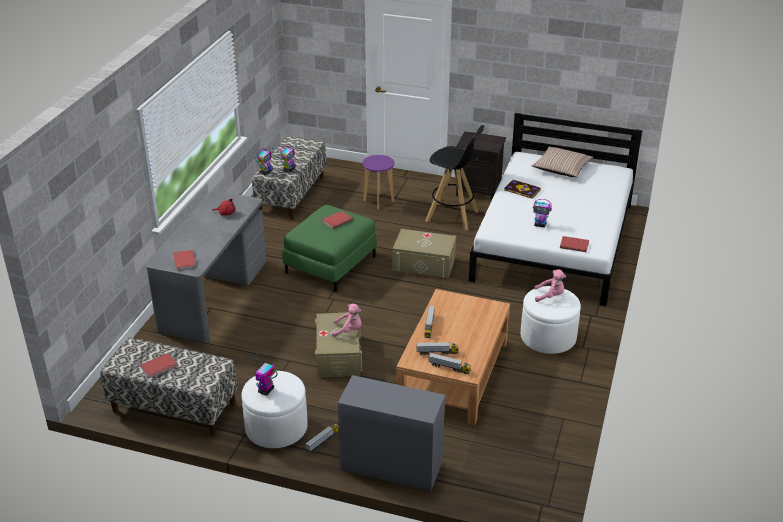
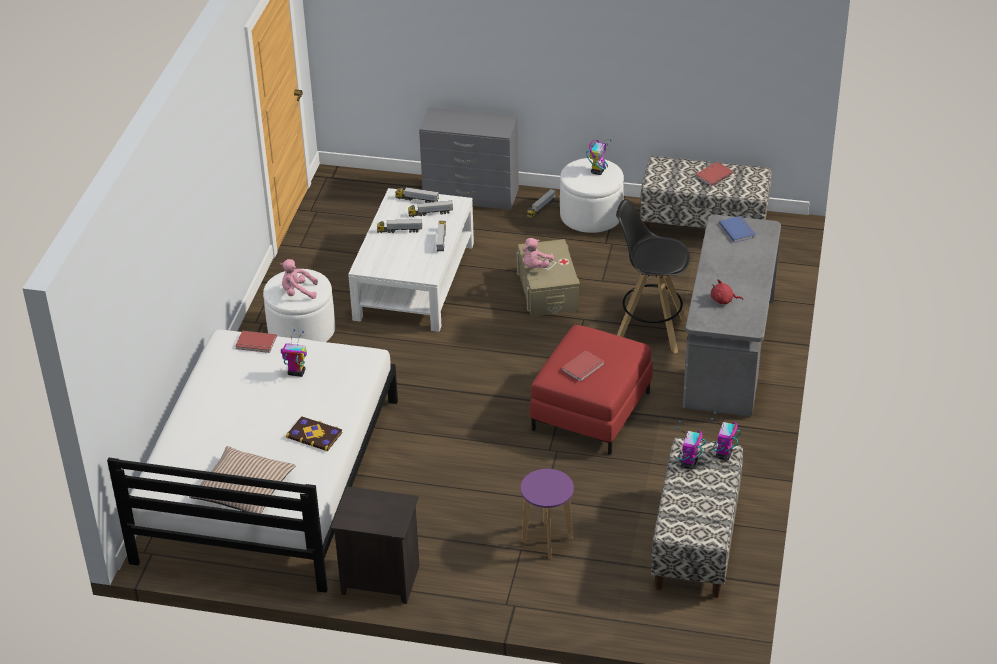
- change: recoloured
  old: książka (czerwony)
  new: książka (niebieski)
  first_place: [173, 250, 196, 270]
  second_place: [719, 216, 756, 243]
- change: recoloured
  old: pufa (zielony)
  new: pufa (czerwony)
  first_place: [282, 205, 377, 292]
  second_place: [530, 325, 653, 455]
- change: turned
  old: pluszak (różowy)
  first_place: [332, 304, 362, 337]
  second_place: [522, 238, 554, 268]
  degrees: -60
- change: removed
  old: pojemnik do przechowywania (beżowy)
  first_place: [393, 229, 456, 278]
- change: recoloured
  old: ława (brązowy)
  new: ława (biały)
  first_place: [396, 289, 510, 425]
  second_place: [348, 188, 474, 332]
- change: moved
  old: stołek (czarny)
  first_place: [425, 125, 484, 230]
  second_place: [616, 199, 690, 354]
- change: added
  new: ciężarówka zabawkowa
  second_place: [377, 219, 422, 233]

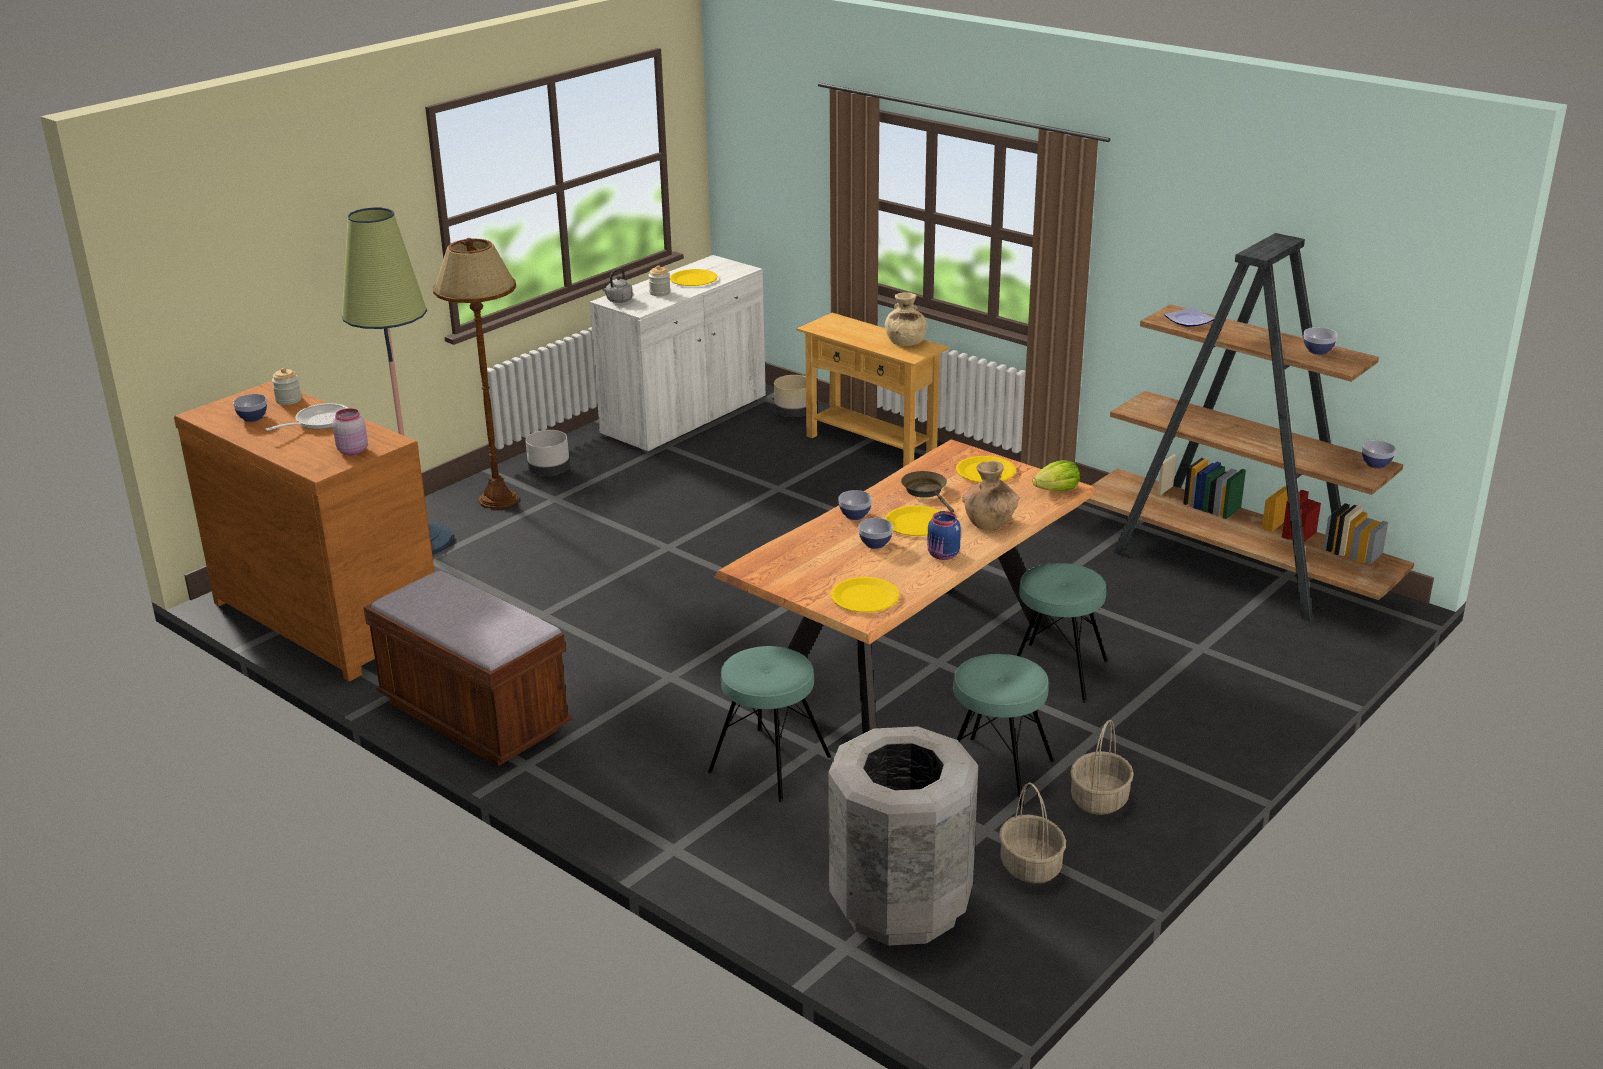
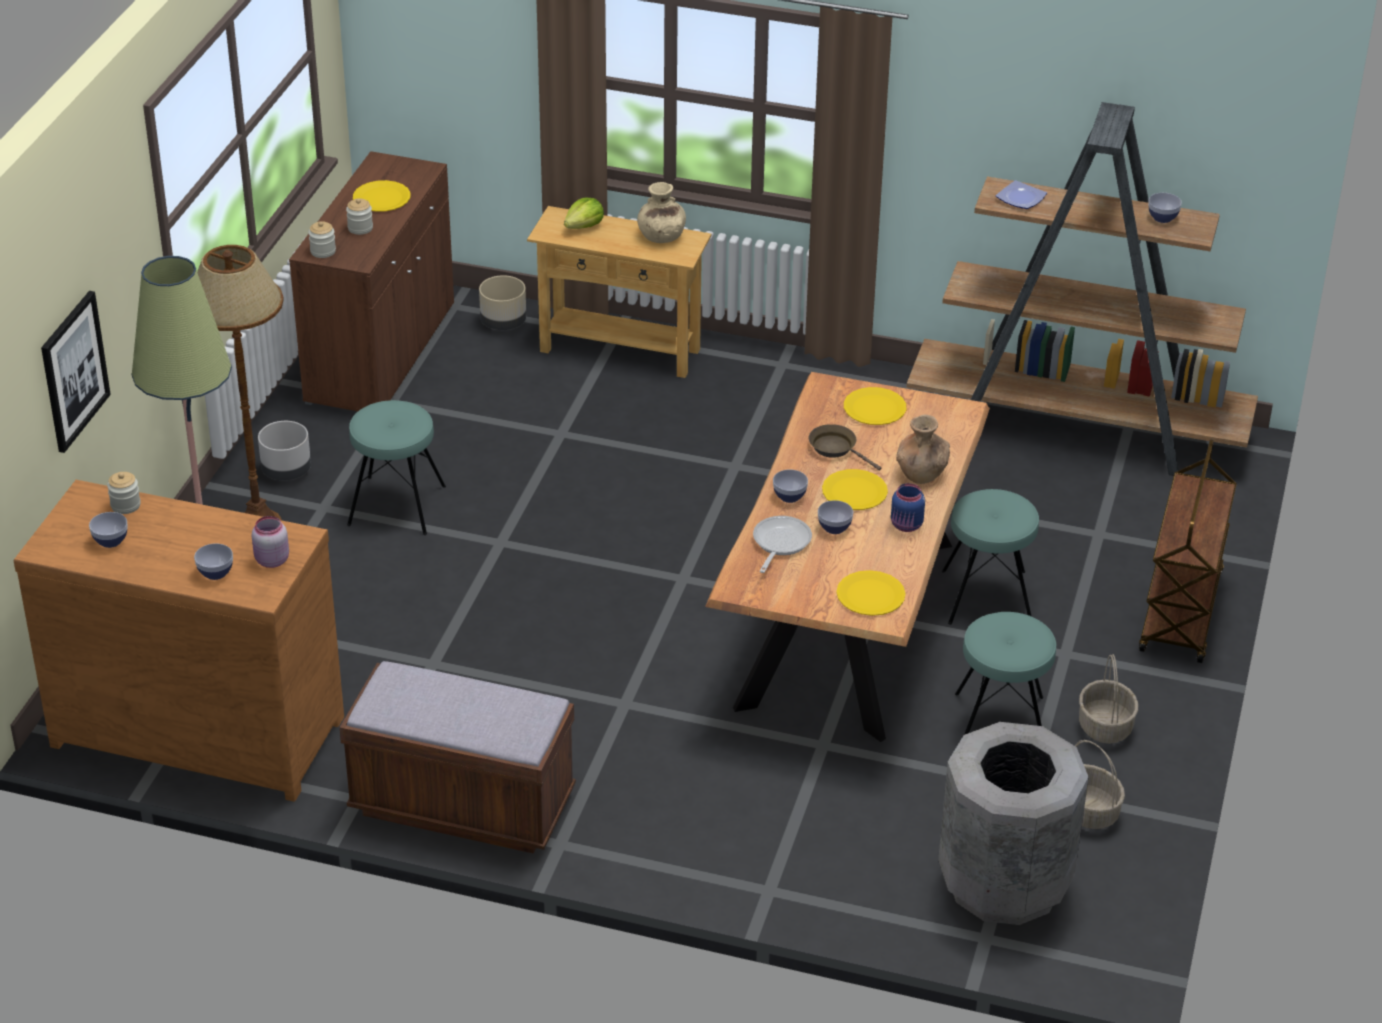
- change: moved
  old: patelnia
  first_place: [265, 403, 348, 431]
  second_place: [753, 516, 812, 573]
- change: recoloured
  old: szafka (biały)
  new: szafka (brązowy)
  first_place: [590, 255, 766, 453]
  second_place: [289, 151, 454, 411]
- change: replaced
  old: czajnik (szary)
  new: słoik
  first_place: [603, 268, 633, 303]
  second_place: [308, 221, 336, 258]
- change: moved
  old: stołek (turkusowy)
  first_place: [708, 646, 831, 802]
  second_place: [347, 400, 446, 535]
- change: moved
  old: sałata
  first_place: [1033, 460, 1080, 491]
  second_place: [564, 197, 604, 229]
- change: moved
  old: miska
  first_place: [1362, 440, 1396, 468]
  second_place: [194, 543, 233, 580]
- change: added
  new: obraz
  second_place: [41, 291, 111, 453]
- change: added
  new: wózek (brązowy)
  second_place: [1139, 439, 1237, 663]

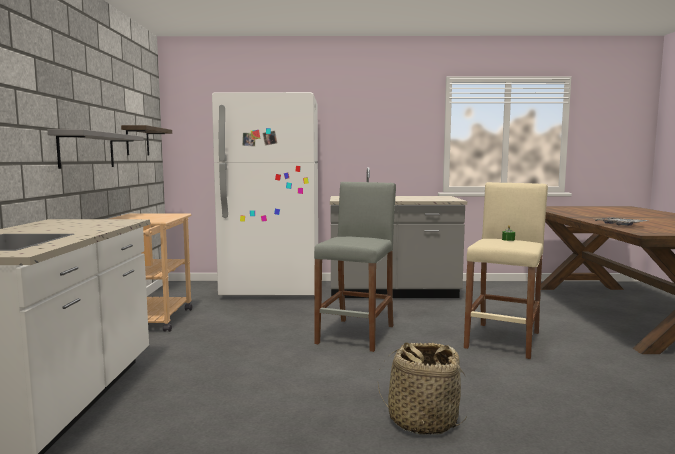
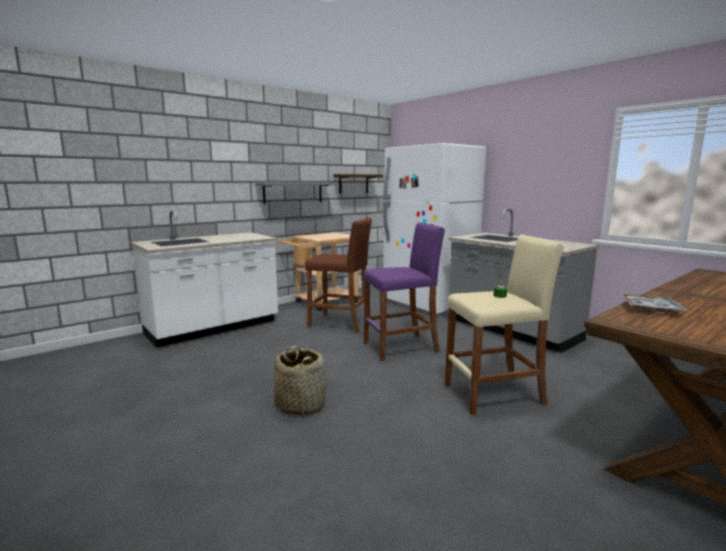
- change: recoloured
  old: stołek (szary)
  new: stołek (fioletowy)
  first_place: [314, 182, 396, 352]
  second_place: [364, 222, 445, 361]
- change: added
  new: stołek (brązowy)
  second_place: [305, 218, 372, 333]

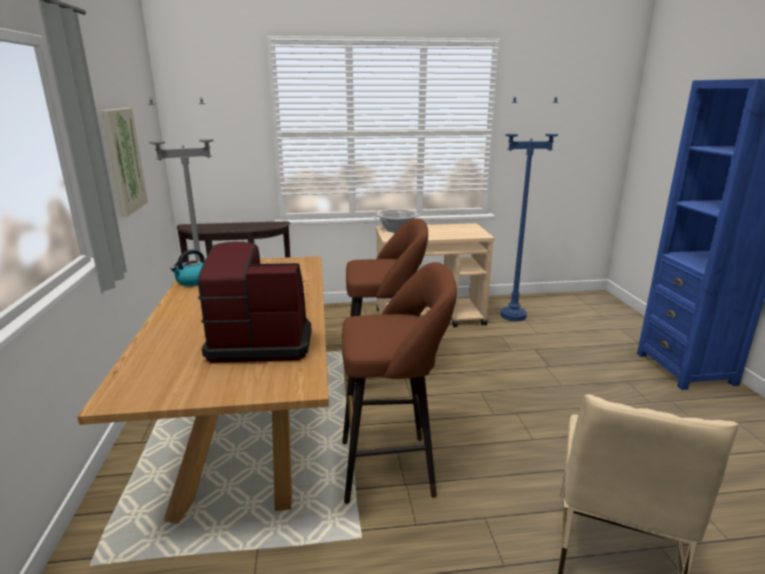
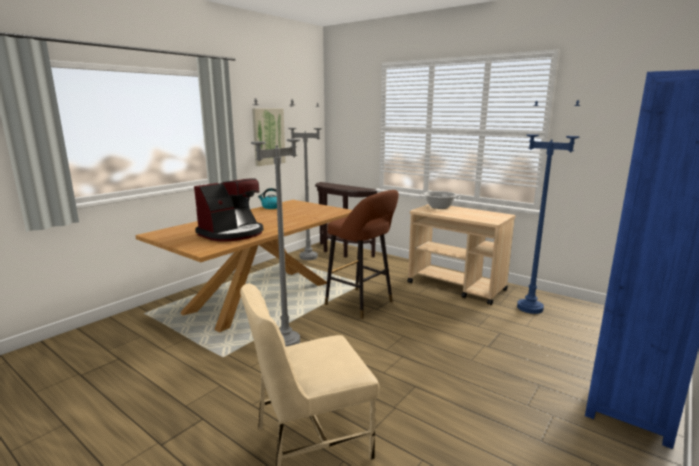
- change: turned
  old: ekspres do kawy
  first_place: [198, 241, 312, 363]
  second_place: [194, 179, 263, 242]
  degrees: 90
- change: replaced
  old: stołek (brązowy)
  new: lampa stojąca (szary)
  first_place: [342, 262, 457, 504]
  second_place: [251, 98, 300, 347]

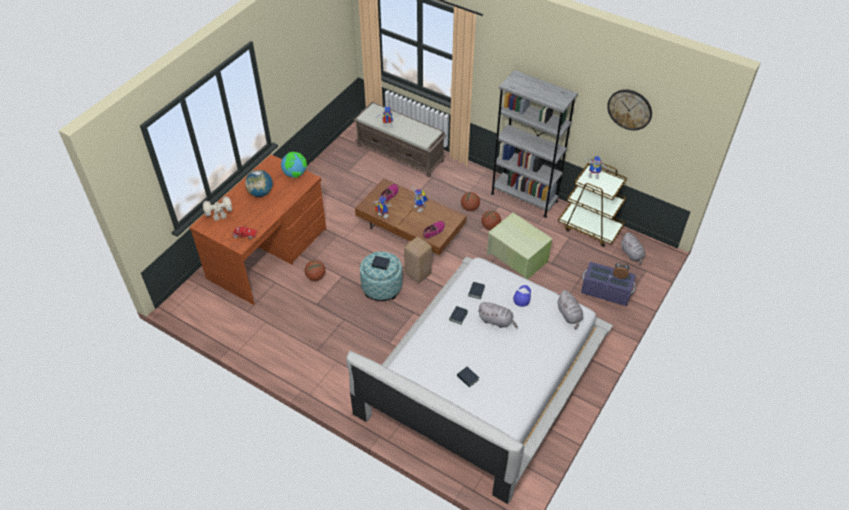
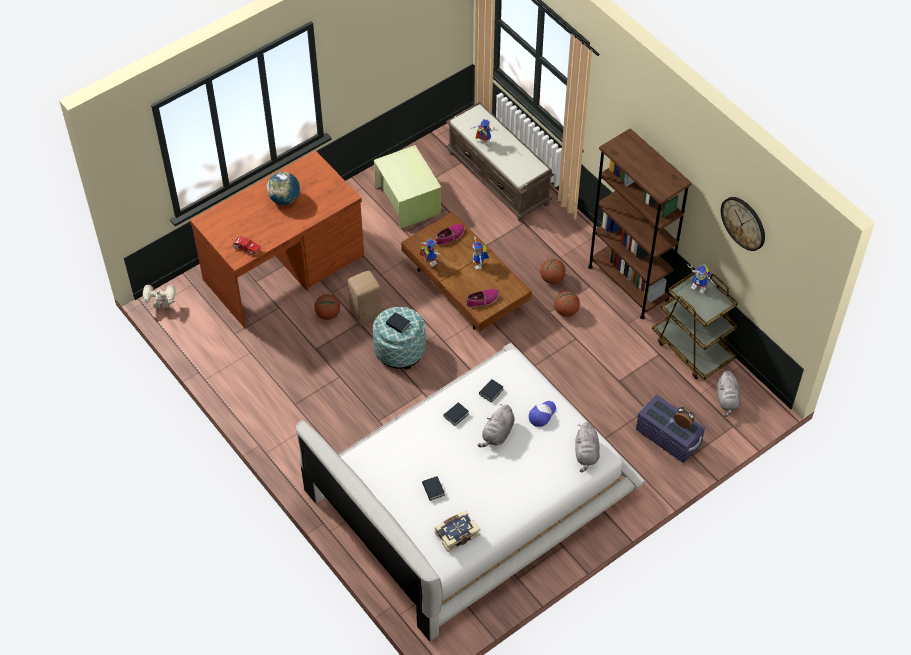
- change: moved
  old: robot zabawkowy
  first_place: [203, 196, 233, 221]
  second_place: [142, 285, 176, 308]
- change: removed
  old: globus
  first_place: [281, 152, 307, 178]
- change: moved
  old: stołek (beżowy)
  first_place: [404, 237, 432, 283]
  second_place: [348, 270, 382, 326]
- change: turned
  old: pluszak (szary)
  first_place: [478, 302, 517, 328]
  second_place: [478, 404, 514, 447]
  degrees: 75
- change: moved
  old: pojemnik do przechowywania (zielony)
  first_place: [487, 213, 552, 280]
  second_place: [374, 145, 441, 229]
- change: recoloured
  old: regał (szary)
  new: regał (brązowy)
  first_place: [491, 70, 578, 218]
  second_place: [588, 128, 692, 319]
- change: added
  new: książka
  second_place: [434, 511, 480, 552]

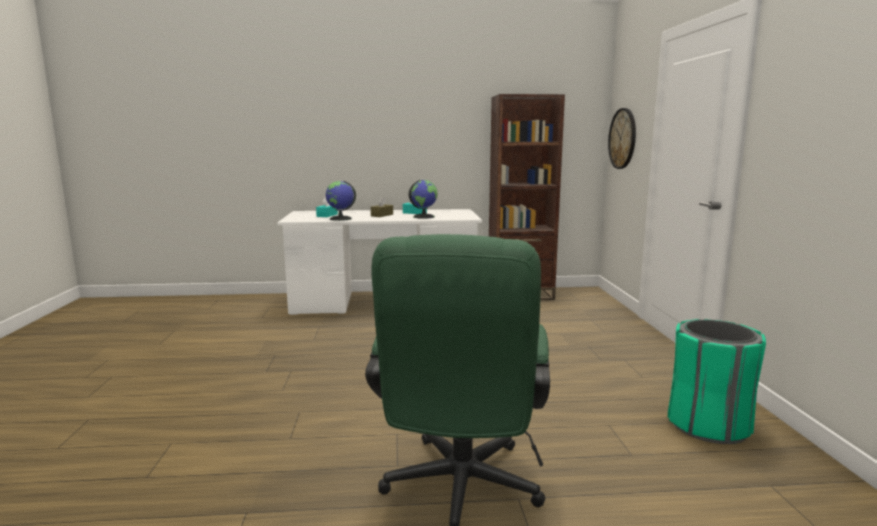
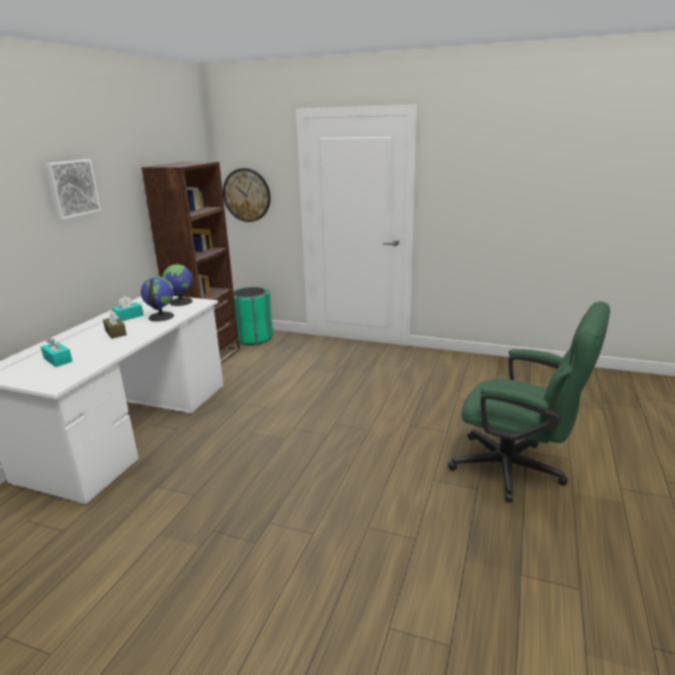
- change: moved
  old: globus
  first_place: [326, 181, 356, 221]
  second_place: [162, 263, 193, 306]
- change: moved
  old: kosz na śmieci (zielony)
  first_place: [668, 319, 766, 444]
  second_place: [234, 287, 273, 345]
- change: added
  new: obraz
  second_place: [44, 159, 101, 220]

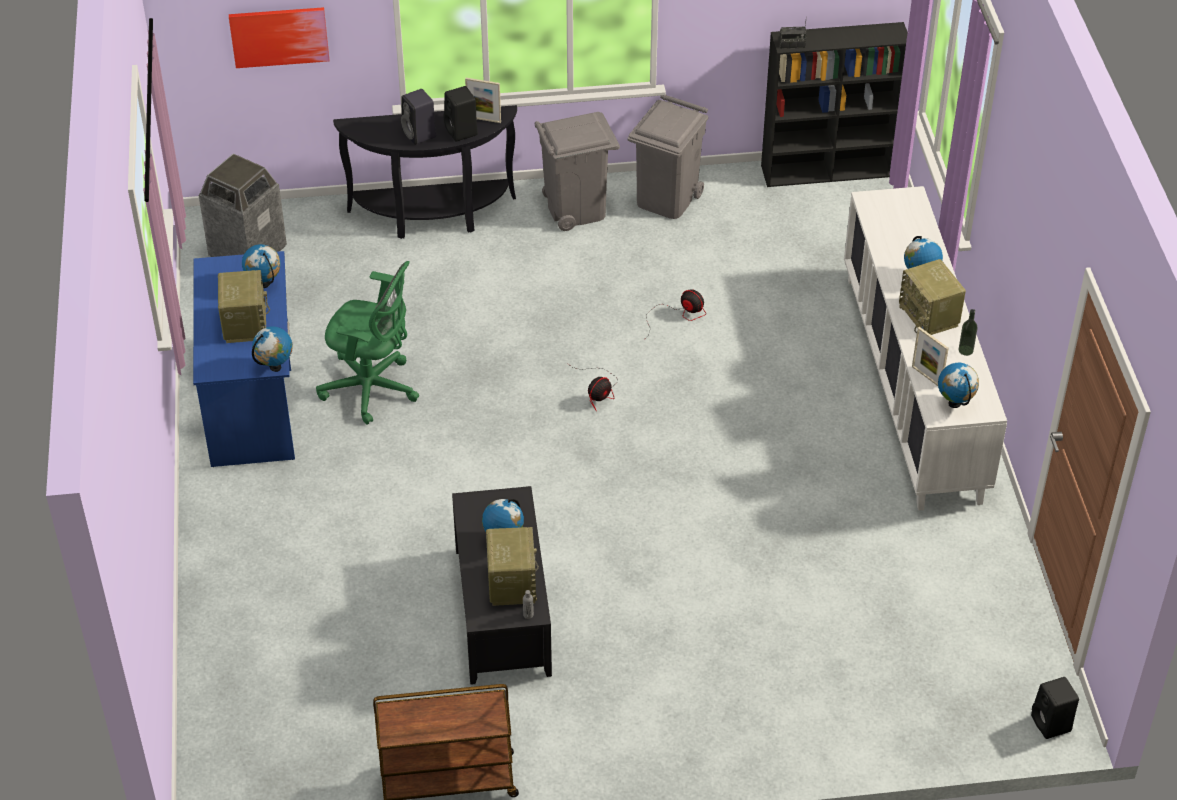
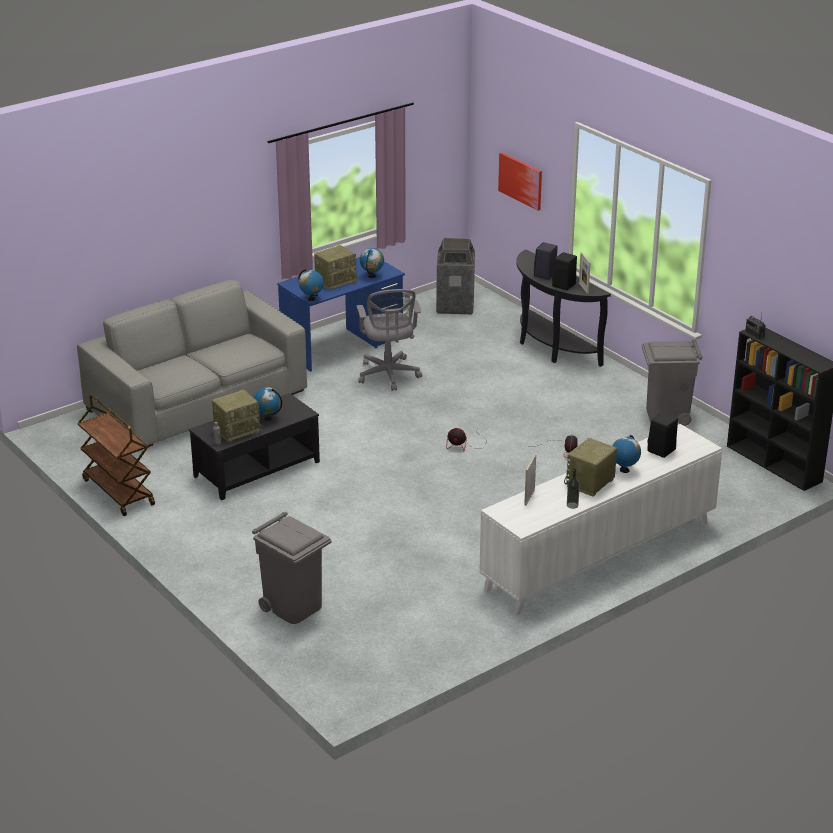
- change: recoloured
  old: krzesło biurowe (zielony)
  new: krzesło biurowe (szary)
  first_place: [316, 261, 419, 424]
  second_place: [356, 289, 422, 391]
- change: moved
  old: kosz na śmieci (szary)
  first_place: [535, 112, 620, 231]
  second_place: [252, 512, 332, 624]
- change: removed
  old: globus
  first_place: [938, 363, 979, 408]
- change: moved
  old: głośnik (czarny)
  first_place: [1031, 677, 1079, 739]
  second_place: [647, 412, 678, 458]
- change: added
  new: kanapa (szary)
  second_place: [77, 280, 307, 447]

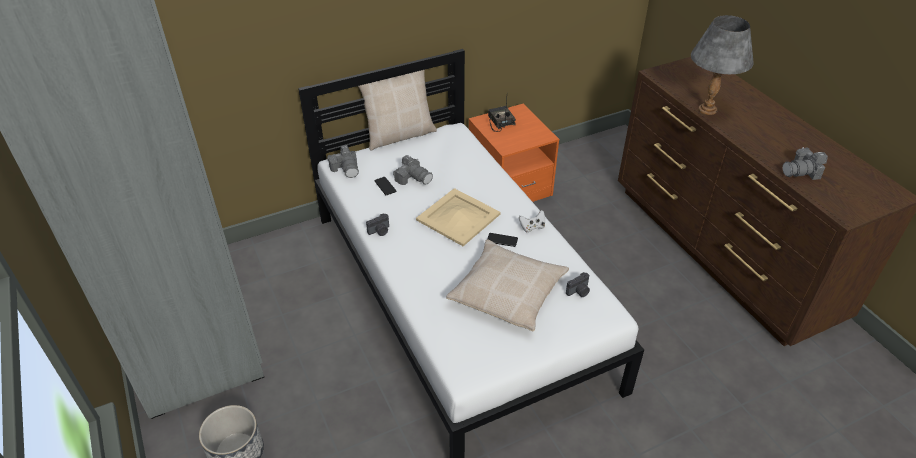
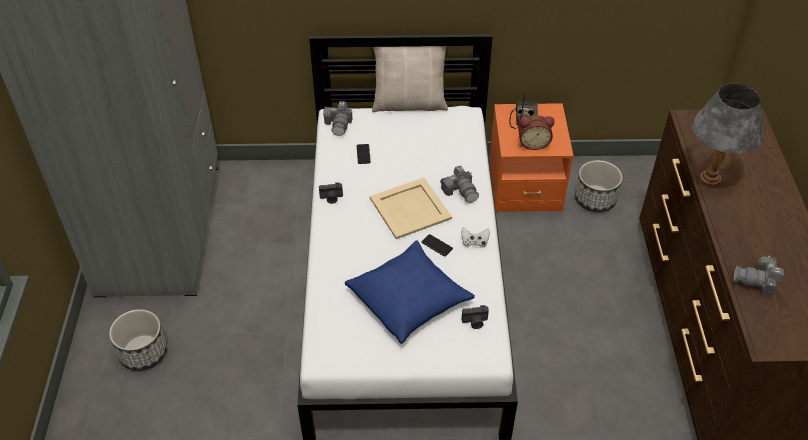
- change: moved
  old: aparat fotograficzny
  first_place: [393, 155, 433, 185]
  second_place: [440, 166, 479, 203]
- change: recoloured
  old: poduszka (beżowy)
  new: poduszka (niebieski)
  first_place: [446, 239, 569, 332]
  second_place: [345, 240, 475, 344]
- change: added
  new: budzik
  second_place: [518, 115, 554, 150]
- change: added
  new: donica
  second_place: [575, 160, 623, 212]

